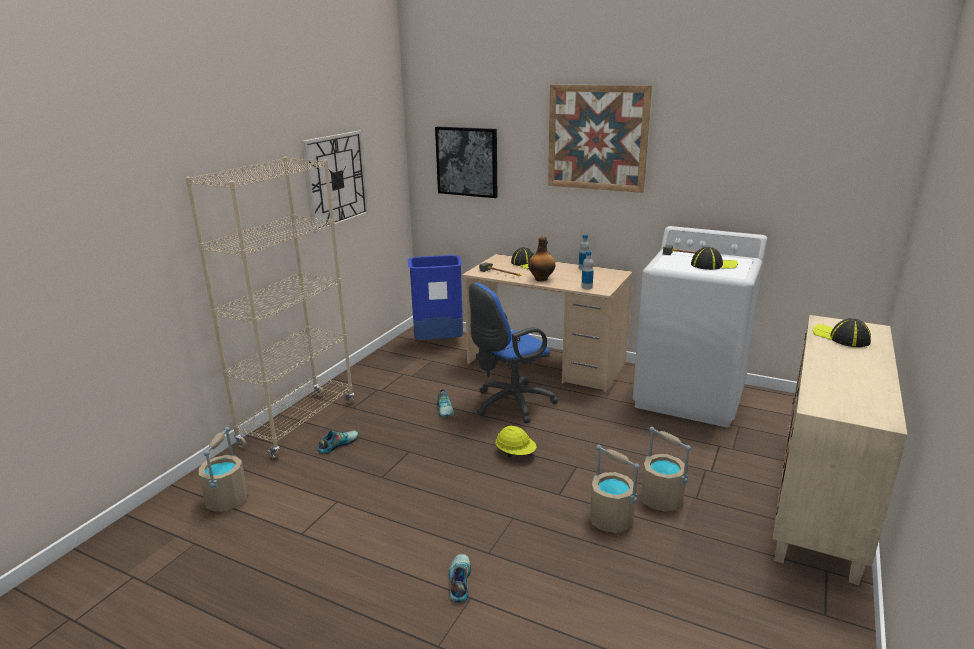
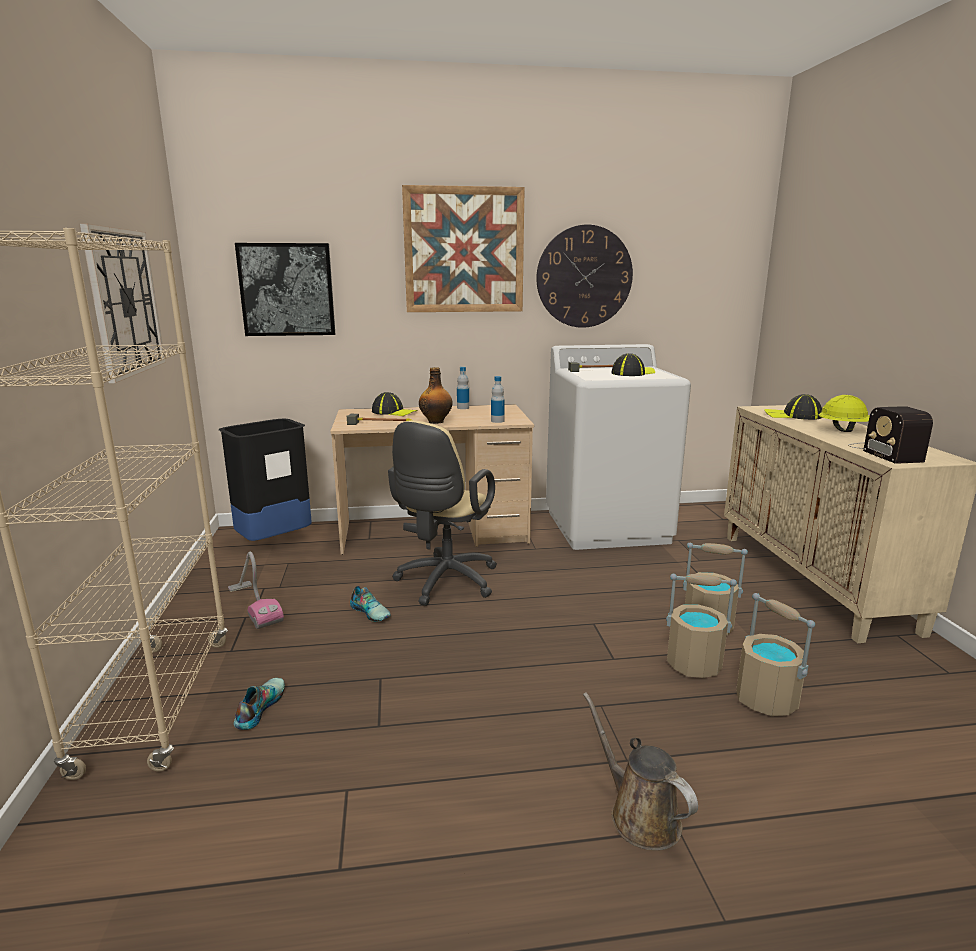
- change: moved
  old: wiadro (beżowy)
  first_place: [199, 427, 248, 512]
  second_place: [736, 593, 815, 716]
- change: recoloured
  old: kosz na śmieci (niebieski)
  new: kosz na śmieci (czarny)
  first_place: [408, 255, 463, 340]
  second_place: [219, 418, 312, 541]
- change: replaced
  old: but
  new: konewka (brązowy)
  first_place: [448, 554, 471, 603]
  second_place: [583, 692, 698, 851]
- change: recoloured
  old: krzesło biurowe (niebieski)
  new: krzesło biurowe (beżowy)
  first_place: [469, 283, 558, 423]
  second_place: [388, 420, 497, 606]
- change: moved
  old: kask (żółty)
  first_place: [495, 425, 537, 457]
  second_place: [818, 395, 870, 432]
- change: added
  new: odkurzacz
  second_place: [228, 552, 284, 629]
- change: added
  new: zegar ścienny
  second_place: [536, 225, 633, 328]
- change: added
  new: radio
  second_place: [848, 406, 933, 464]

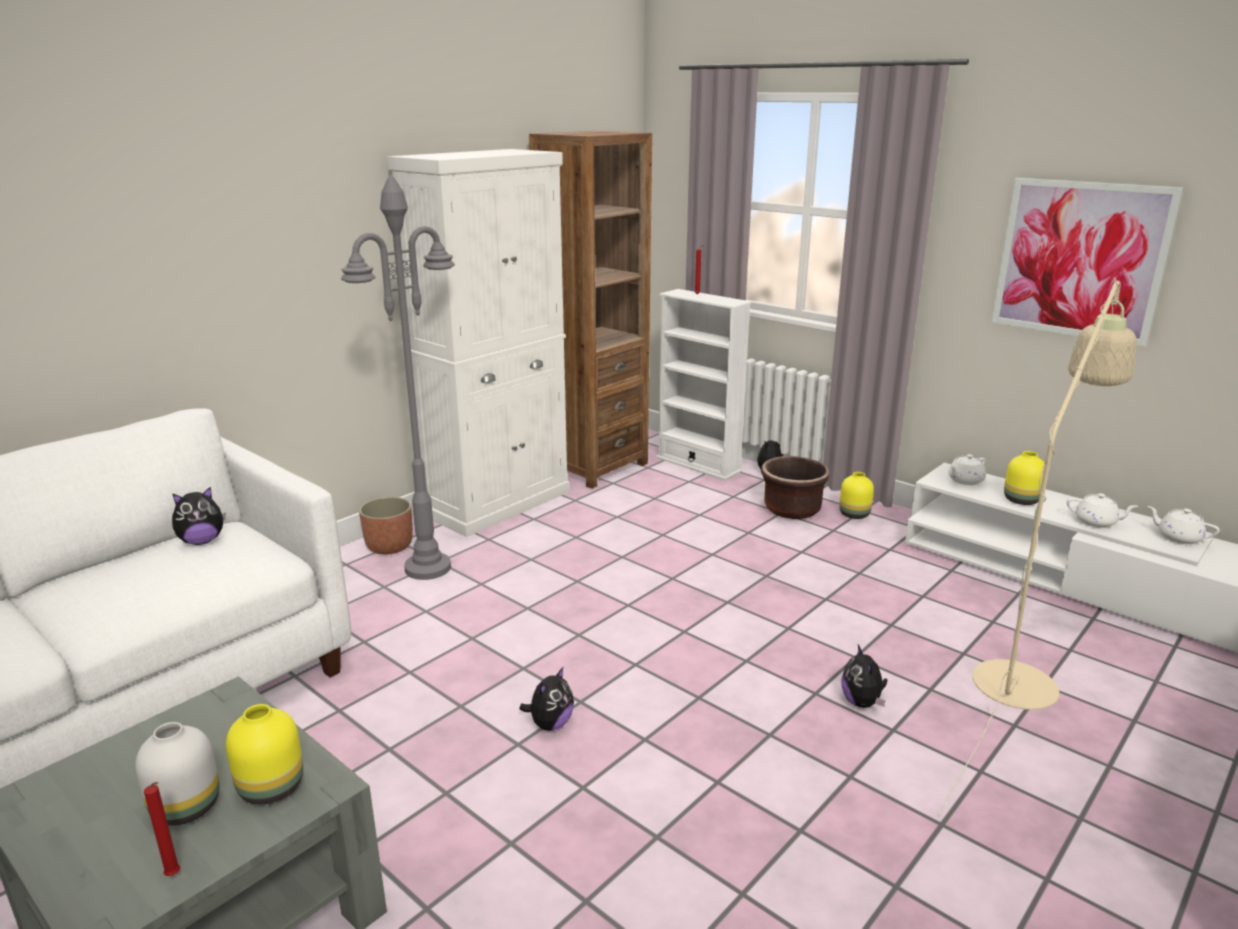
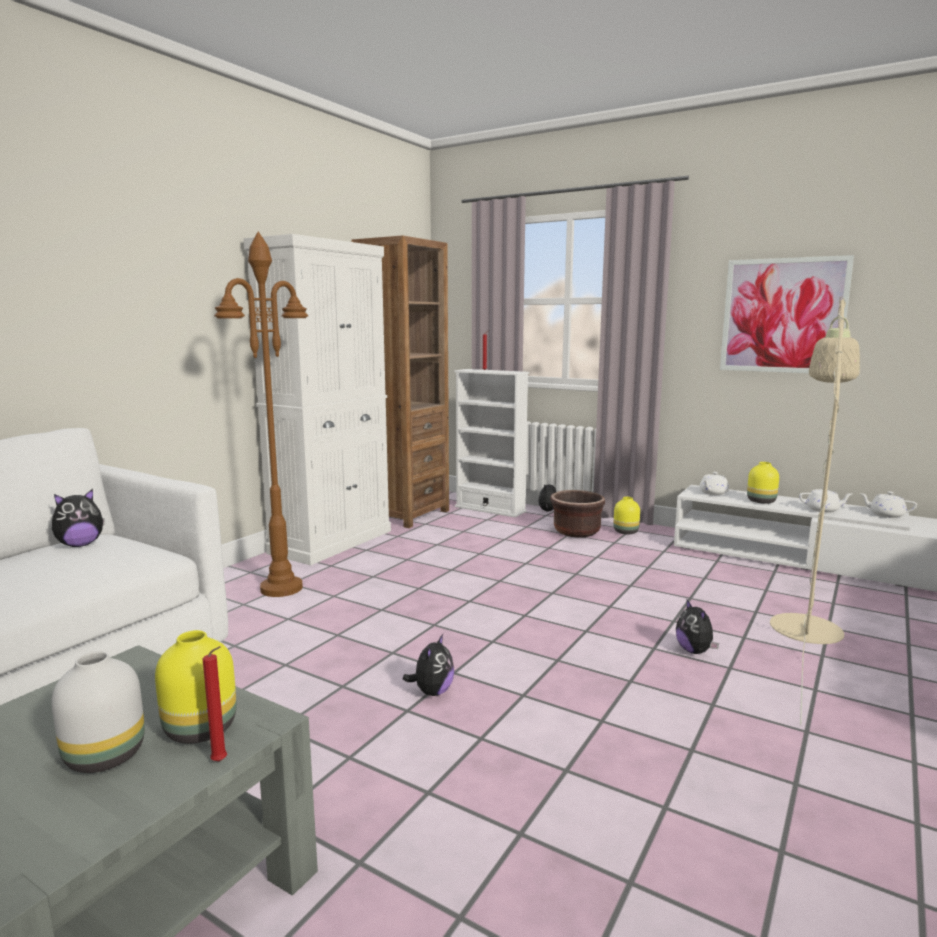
- change: moved
  old: świeca (czerwony)
  first_place: [144, 782, 180, 876]
  second_place: [202, 646, 227, 762]
- change: recoloured
  old: lampa stojąca (szary)
  new: lampa stojąca (brązowy)
  first_place: [341, 174, 455, 580]
  second_place: [214, 232, 308, 597]
- change: removed
  old: donica
  first_place: [359, 497, 413, 555]

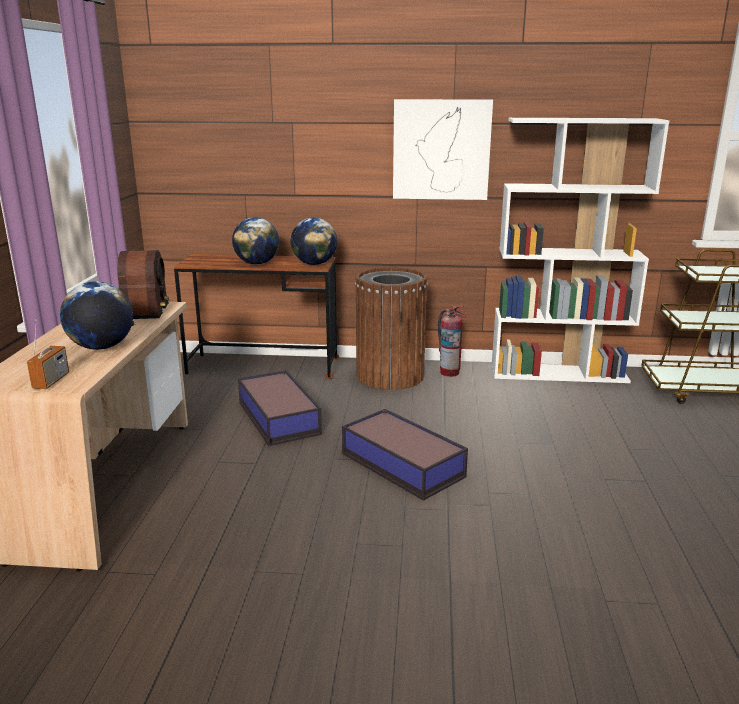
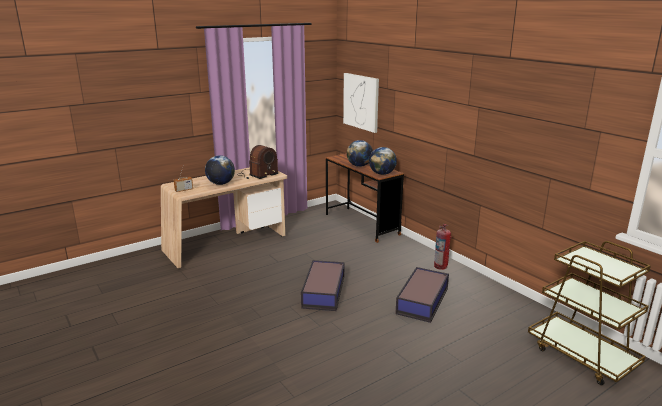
- change: moved
  old: pojemnik do przechowywania
  first_place: [238, 370, 322, 446]
  second_place: [395, 267, 449, 323]
- change: removed
  old: kosz na śmieci (brązowy)
  first_place: [355, 267, 428, 390]
- change: moved
  old: obraz
  first_place: [393, 99, 493, 200]
  second_place: [343, 73, 379, 133]
- change: removed
  old: regał (biały)
  first_place: [492, 118, 670, 383]

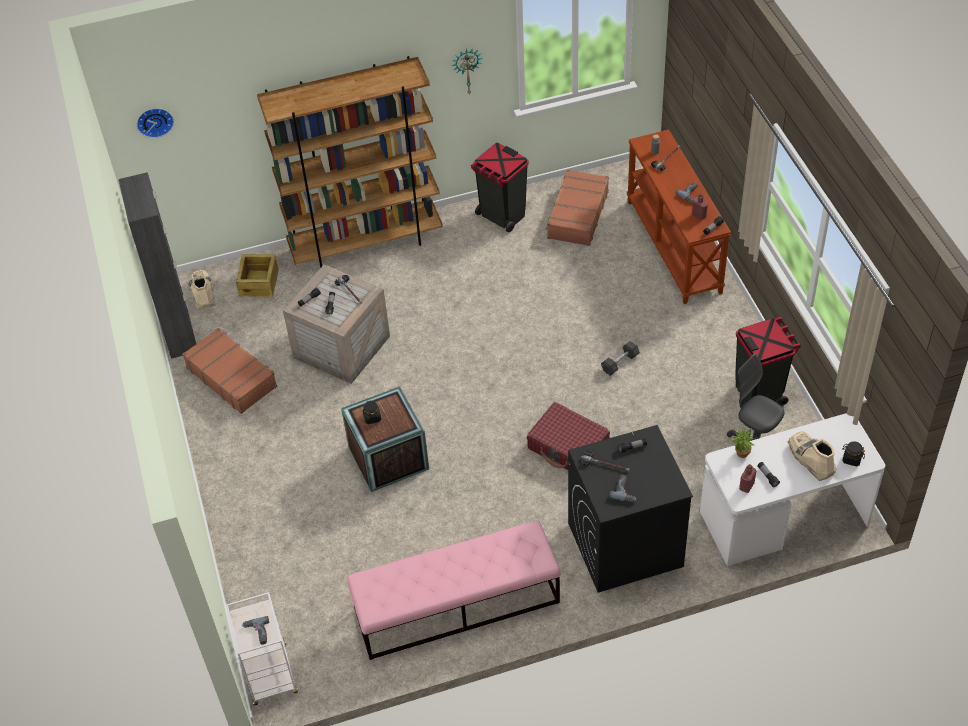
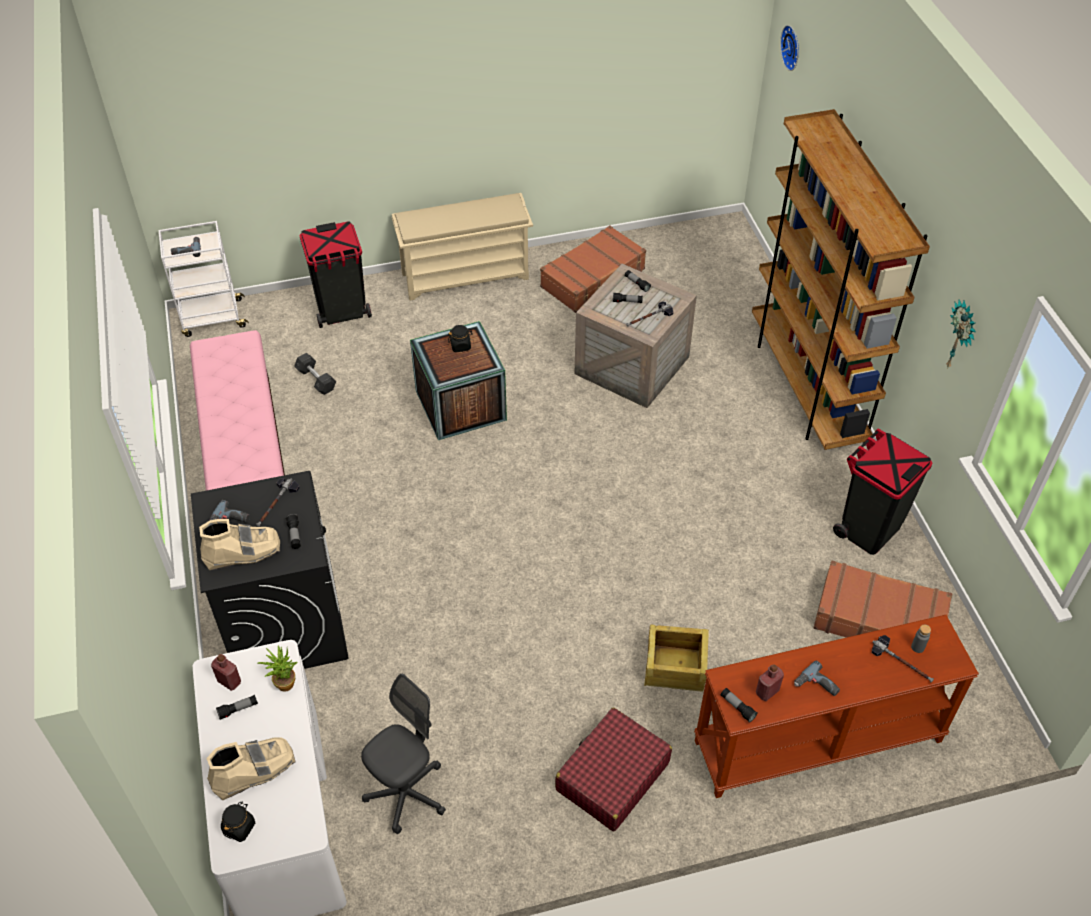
- change: removed
  old: szafka (czarny)
  first_place: [118, 172, 196, 359]
- change: moved
  old: but z cholewką (beżowy)
  first_place: [188, 270, 215, 310]
  second_place: [199, 519, 280, 570]
- change: moved
  old: skrzynka
  first_place: [236, 254, 279, 298]
  second_place: [644, 625, 709, 692]
- change: moved
  old: walizka (czerwony)
  first_place: [527, 402, 610, 470]
  second_place: [555, 707, 672, 832]
- change: moved
  old: hantel (szary)
  first_place: [601, 341, 640, 376]
  second_place: [294, 353, 336, 395]
- change: moved
  old: kosz na śmieci (czarny)
  first_place: [735, 317, 801, 406]
  second_place: [300, 222, 372, 328]
- change: added
  new: regał na buty (beżowy)
  second_place: [392, 193, 533, 300]

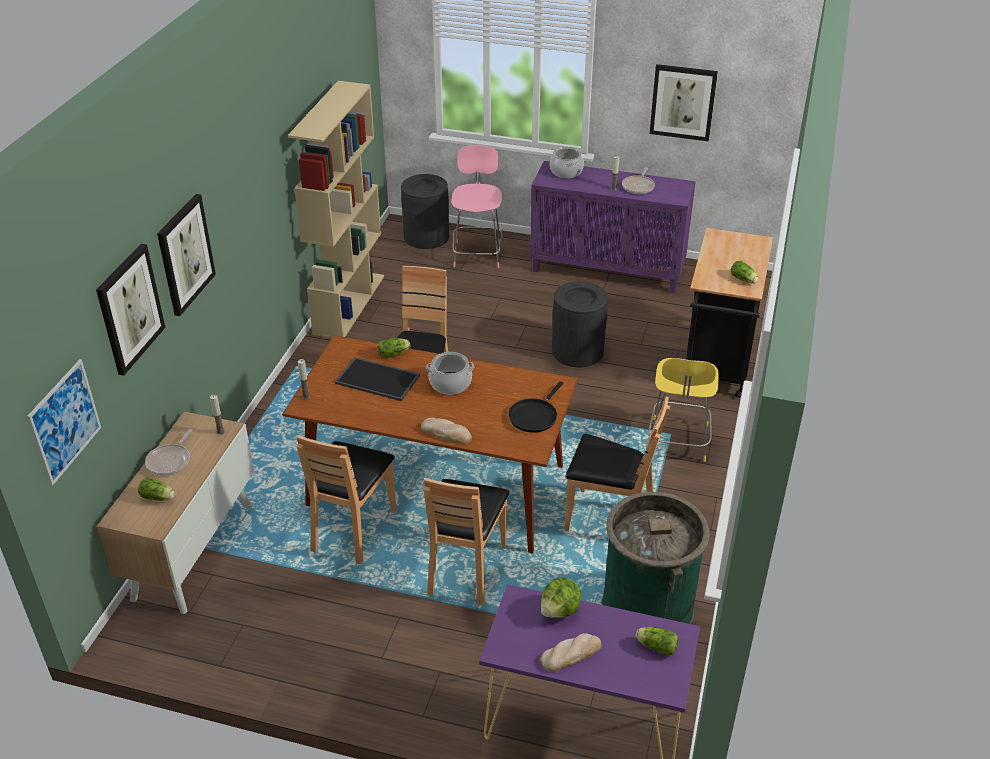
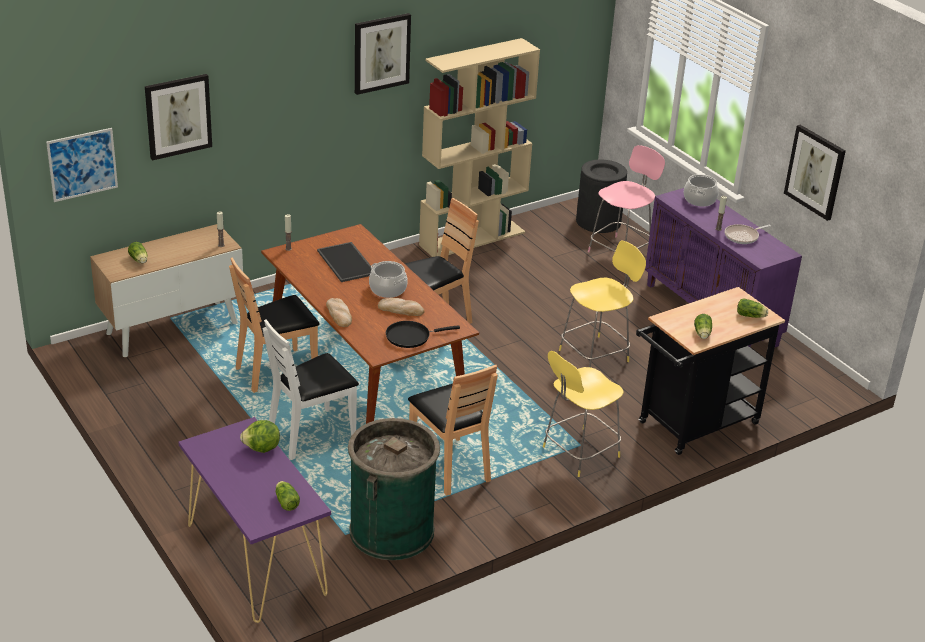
- change: removed
  old: patelnia
  first_place: [145, 429, 193, 476]
- change: moved
  old: obraz
  first_place: [157, 194, 216, 316]
  second_place: [355, 13, 411, 95]
- change: moved
  old: sałata
  first_place: [378, 338, 410, 358]
  second_place: [737, 298, 768, 318]
- change: recoloured
  old: krzesło (brązowy)
  new: krzesło (biały)
  first_place: [424, 478, 509, 606]
  second_place: [262, 319, 359, 460]
- change: moved
  old: chleb
  first_place: [540, 633, 602, 672]
  second_place: [378, 298, 424, 316]
- change: replaced
  old: kosz na śmieci (czarny)
  new: stołek (żółty)
  first_place: [552, 281, 608, 367]
  second_place: [559, 241, 646, 367]

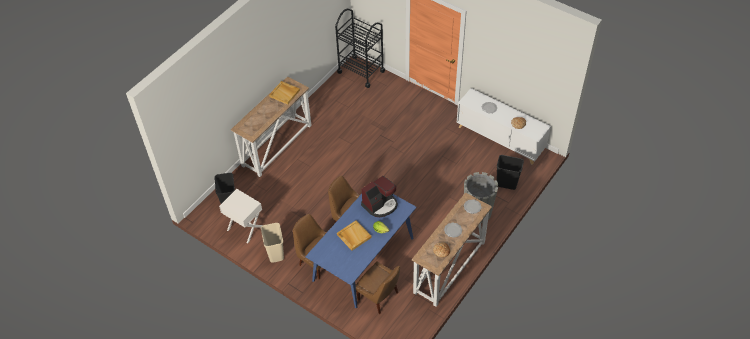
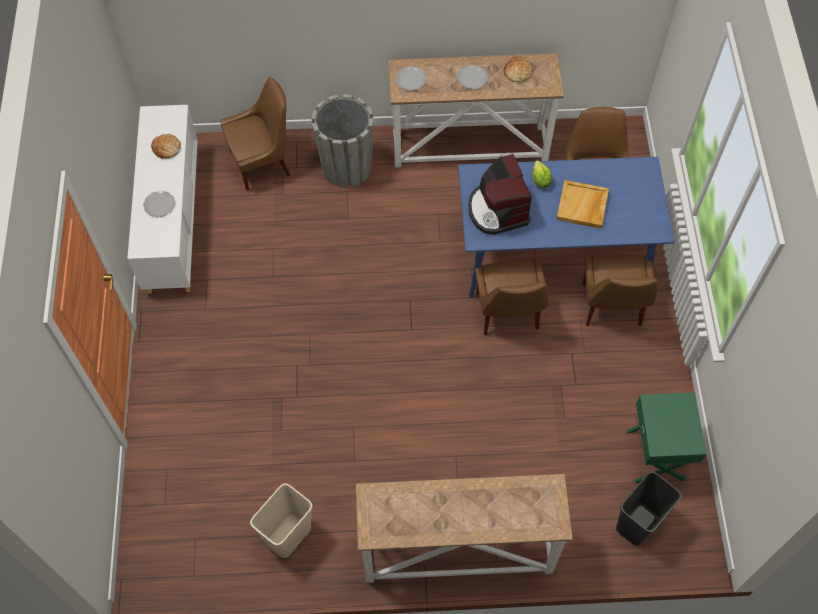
- change: recoloured
  old: szafka nocna (biały)
  new: szafka nocna (zielony)
  first_place: [219, 189, 263, 244]
  second_place: [626, 392, 706, 483]
- change: moved
  old: kosz na śmieci (beżowy)
  first_place: [261, 223, 284, 263]
  second_place: [250, 483, 313, 558]
- change: removed
  old: taca (beżowy)
  first_place: [269, 81, 300, 105]
- change: removed
  old: wózek (czarny)
  first_place: [335, 9, 385, 88]
- change: turned
  old: ekspres do kawy
  first_place: [361, 176, 398, 217]
  second_place: [468, 154, 532, 234]
  degrees: -120
- change: replaced
  old: kosz na śmieci (czarny)
  new: krzesło (brązowy)
  first_place: [497, 155, 524, 190]
  second_place: [220, 77, 290, 190]

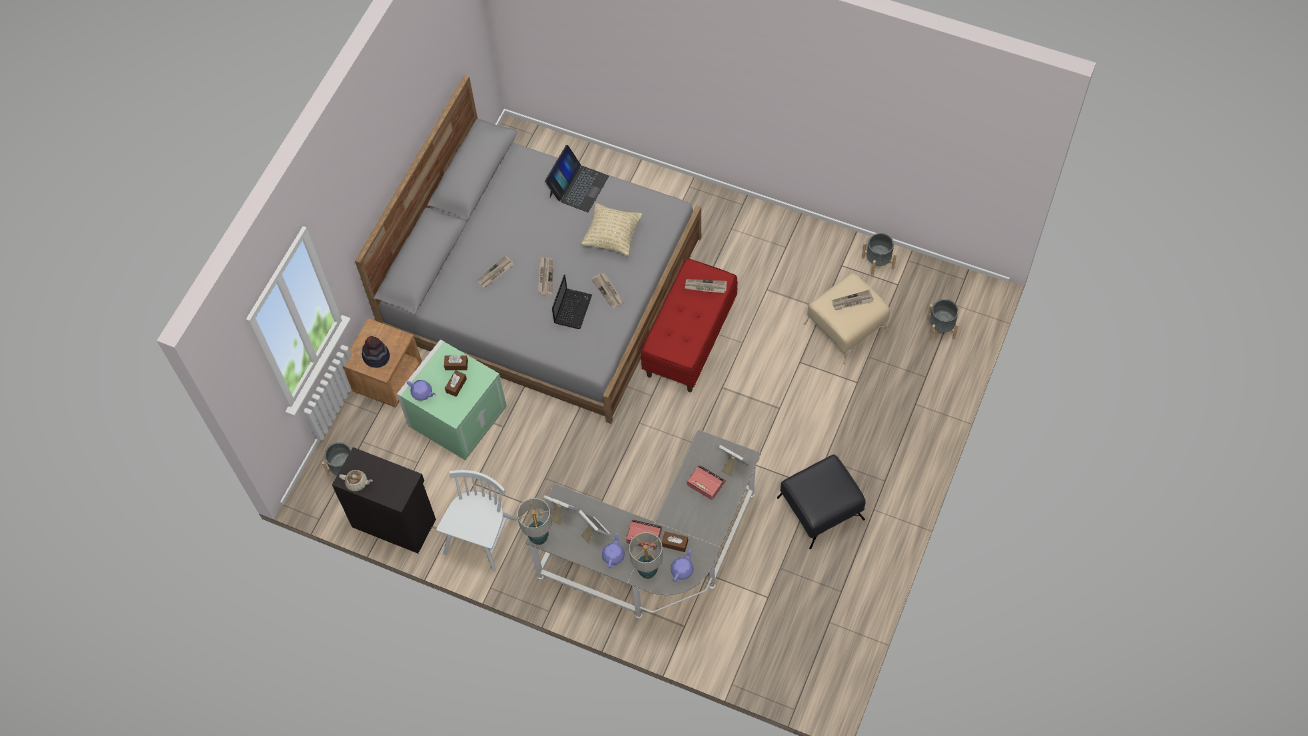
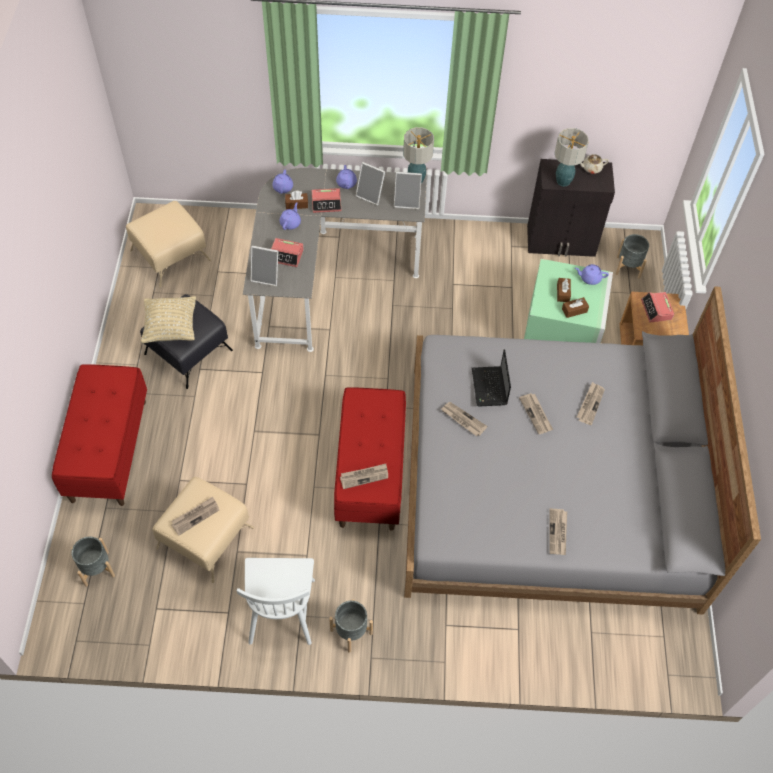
- change: replaced
  old: kapelusz
  new: budzik
  first_place: [362, 336, 390, 368]
  second_place: [641, 292, 674, 322]
- change: moved
  old: krzesło (biały)
  first_place: [436, 470, 517, 572]
  second_place: [237, 558, 315, 645]
- change: replaced
  old: laptop
  new: gazeta
  first_place: [545, 145, 609, 212]
  second_place: [549, 508, 567, 555]
- change: moved
  old: poduszka (beżowy)
  first_place: [581, 203, 643, 256]
  second_place: [141, 296, 196, 343]
- change: moved
  old: lampa stołowa
  first_place: [629, 532, 663, 579]
  second_place: [555, 128, 589, 186]
- change: moved
  old: donica (szary)
  first_place: [862, 233, 897, 277]
  second_place: [329, 599, 373, 653]
- change: added
  new: ławka (czerwony)
  second_place: [52, 364, 147, 506]
- change: added
  new: pufa (beżowy)
  second_place: [126, 201, 211, 288]
- change: added
  new: imbryk (fioletowy)
  second_place: [280, 202, 301, 230]

